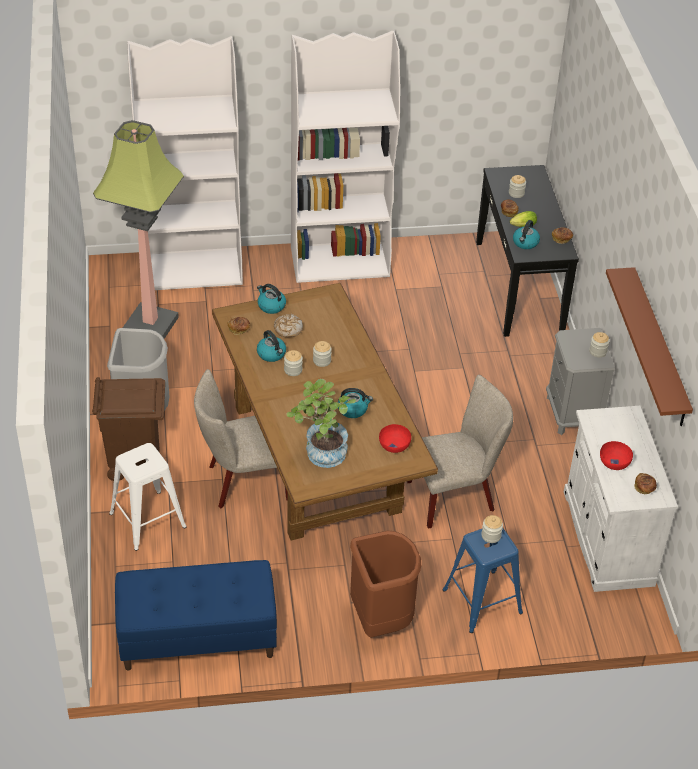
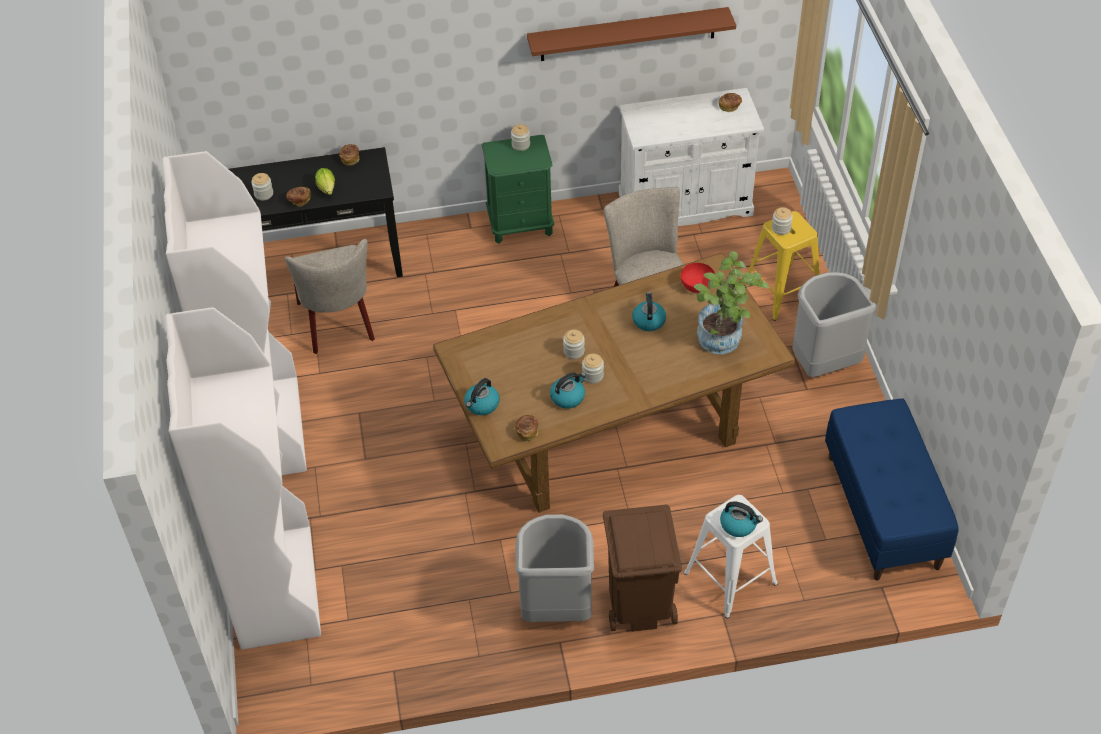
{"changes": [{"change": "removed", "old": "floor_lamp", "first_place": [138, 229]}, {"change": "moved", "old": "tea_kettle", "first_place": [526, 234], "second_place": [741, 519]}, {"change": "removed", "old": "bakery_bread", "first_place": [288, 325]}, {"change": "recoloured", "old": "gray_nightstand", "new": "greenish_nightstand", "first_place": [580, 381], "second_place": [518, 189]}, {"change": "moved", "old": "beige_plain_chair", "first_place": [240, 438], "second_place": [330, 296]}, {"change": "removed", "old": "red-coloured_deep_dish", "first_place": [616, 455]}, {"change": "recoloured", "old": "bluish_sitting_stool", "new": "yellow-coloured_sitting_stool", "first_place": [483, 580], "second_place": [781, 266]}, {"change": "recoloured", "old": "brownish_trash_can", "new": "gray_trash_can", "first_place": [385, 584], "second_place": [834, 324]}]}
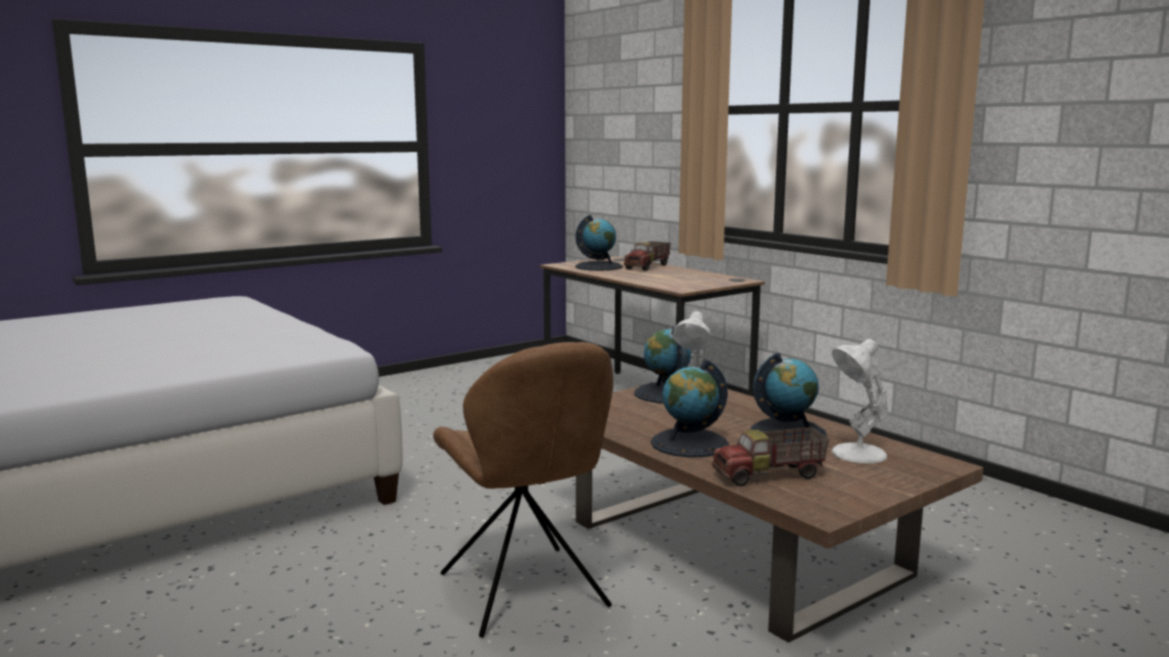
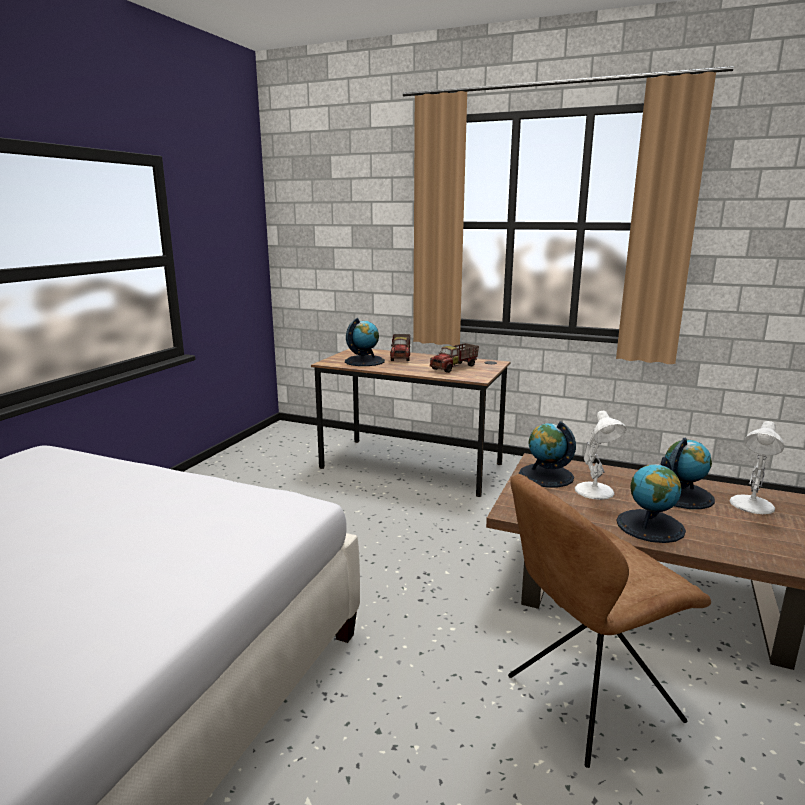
{"changes": [{"change": "turned", "old": "brownish_plain_chair", "first_place": [523, 490], "second_place": [609, 621], "degrees": 120}, {"change": "moved", "old": "toy_truck", "first_place": [771, 456], "second_place": [454, 358]}]}
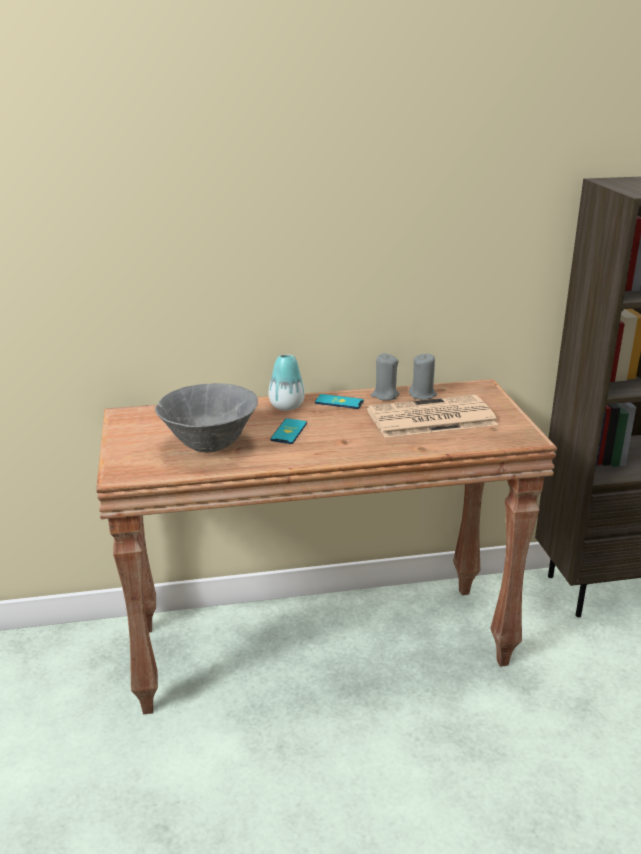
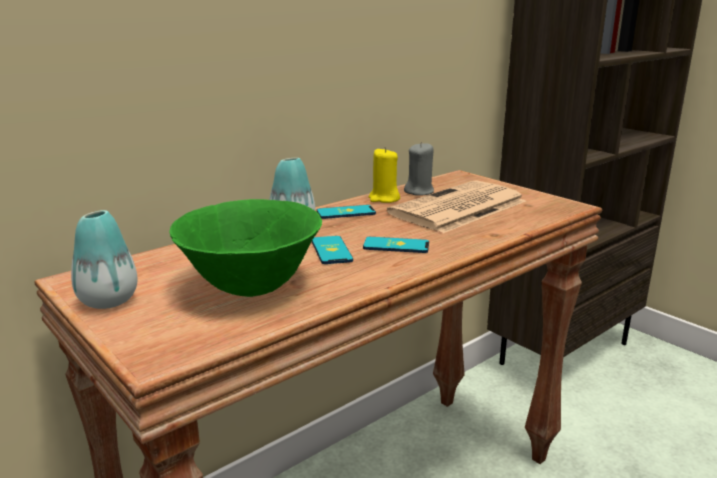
{"changes": [{"change": "recoloured", "old": "gray_candle", "new": "yellow-coloured_candle", "first_place": [385, 377], "second_place": [384, 175]}, {"change": "recoloured", "old": "gray_deep_dish", "new": "greenish_deep_dish", "first_place": [206, 417], "second_place": [245, 248]}, {"change": "added", "new": "decorative_vase", "second_place": [104, 259]}, {"change": "added", "new": "telephone", "second_place": [396, 245]}]}
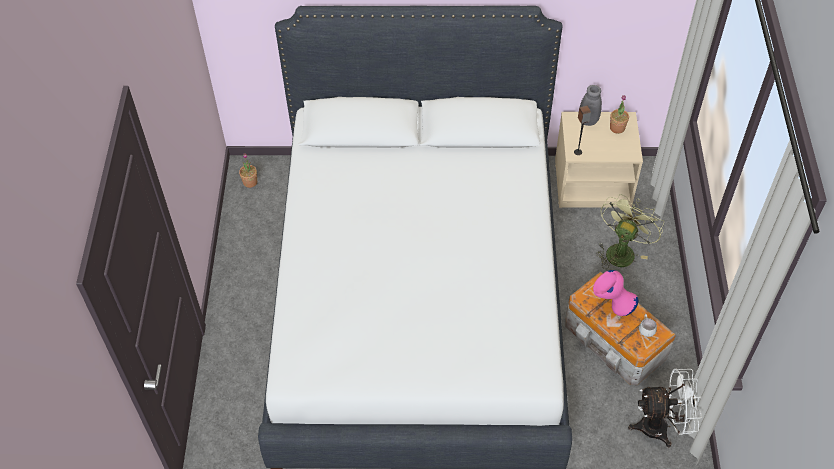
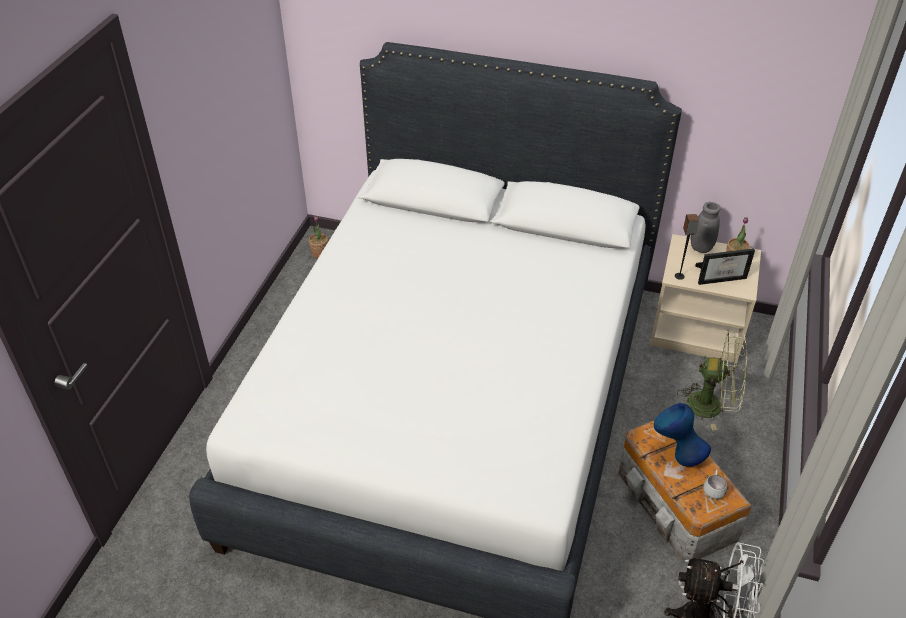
{"changes": [{"change": "turned", "old": "greenish_electric_fan", "first_place": [630, 231], "second_place": [712, 380], "degrees": 60}, {"change": "recoloured", "old": "pink-coloured_decorative_vase", "new": "bluish_decorative_vase", "first_place": [615, 293], "second_place": [682, 435]}, {"change": "added", "new": "standing_frame", "second_place": [725, 266]}]}
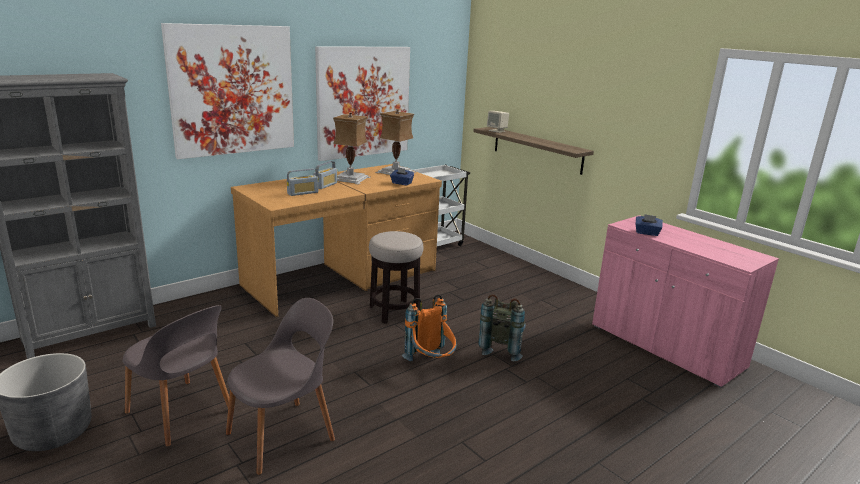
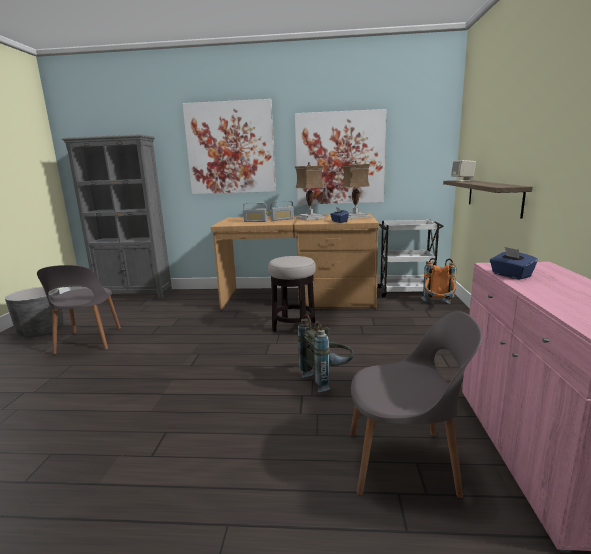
{"changes": [{"change": "moved", "old": "orange-coloured_rucksack", "first_place": [429, 327], "second_place": [438, 281]}, {"change": "moved", "old": "gray_plain_chair", "first_place": [280, 386], "second_place": [416, 404]}]}
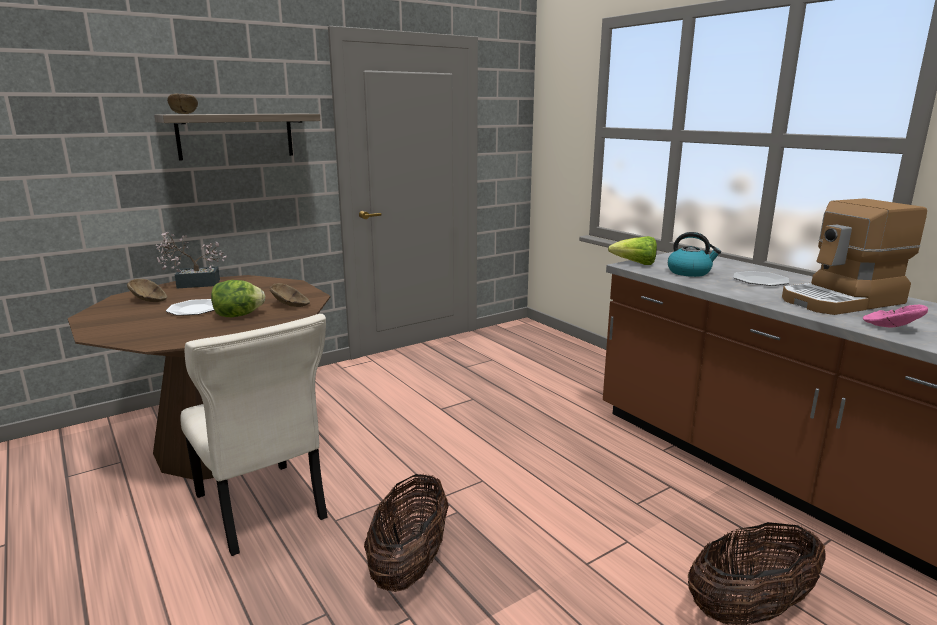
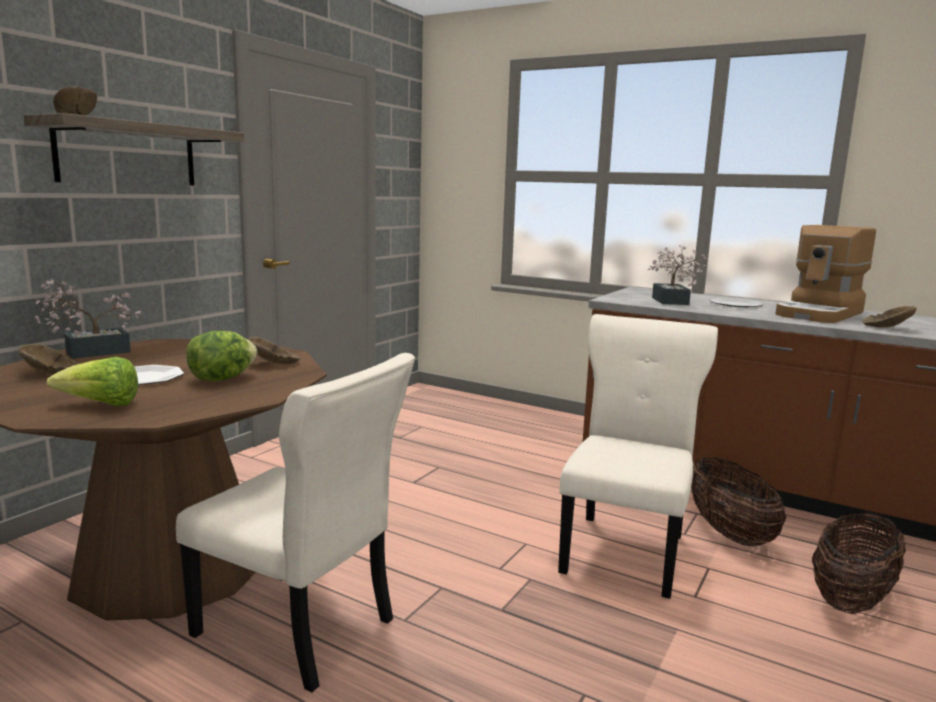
{"changes": [{"change": "replaced", "old": "tea_kettle", "new": "potted_plant", "first_place": [694, 254], "second_place": [677, 275]}, {"change": "moved", "old": "head_of_lettuce", "first_place": [632, 250], "second_place": [92, 381]}, {"change": "recoloured", "old": "pink-coloured_deep_dish", "new": "brownish_deep_dish", "first_place": [895, 316], "second_place": [889, 317]}, {"change": "moved", "old": "storage_basket", "first_place": [406, 532], "second_place": [738, 502]}, {"change": "added", "new": "beige_plain_chair", "second_place": [638, 456]}]}
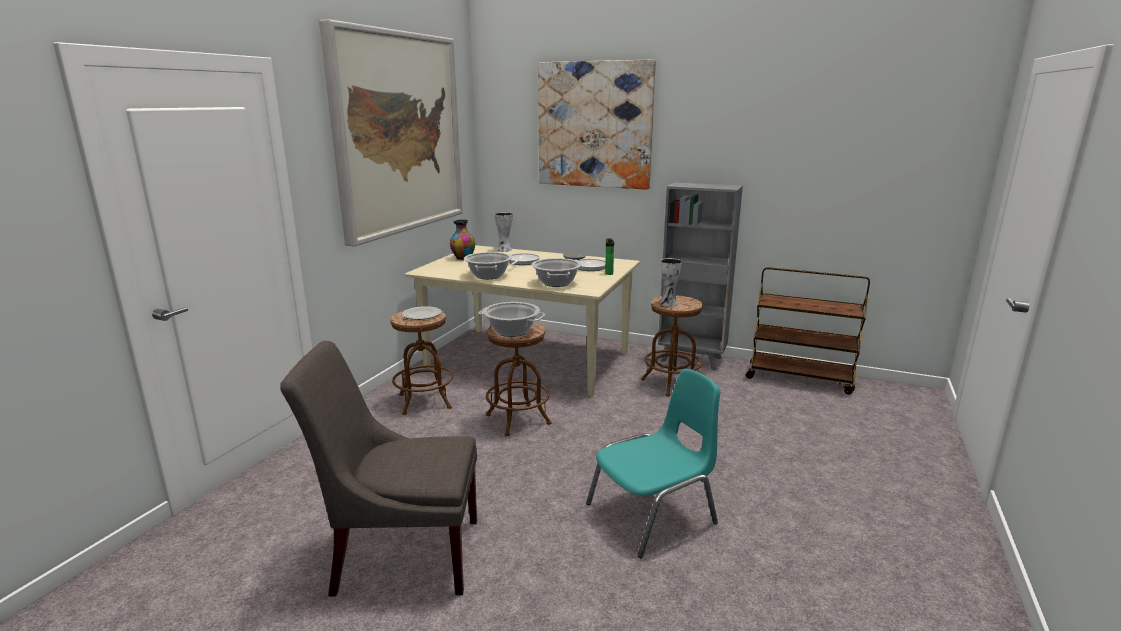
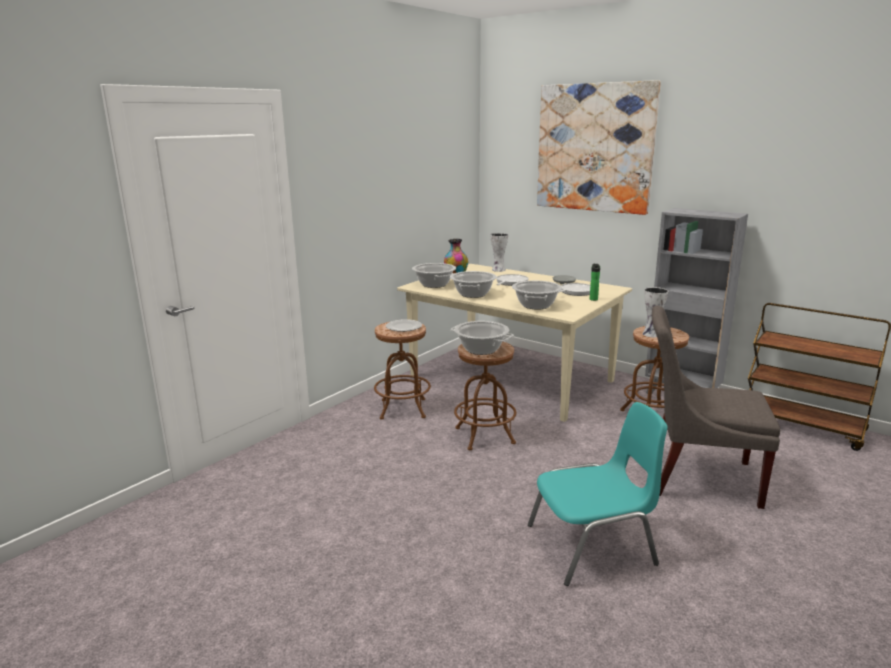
{"changes": [{"change": "removed", "old": "wall_picture", "first_place": [391, 133]}, {"change": "moved", "old": "gray_plain_chair", "first_place": [378, 468], "second_place": [716, 407]}, {"change": "added", "new": "stockpot", "second_place": [434, 275]}]}
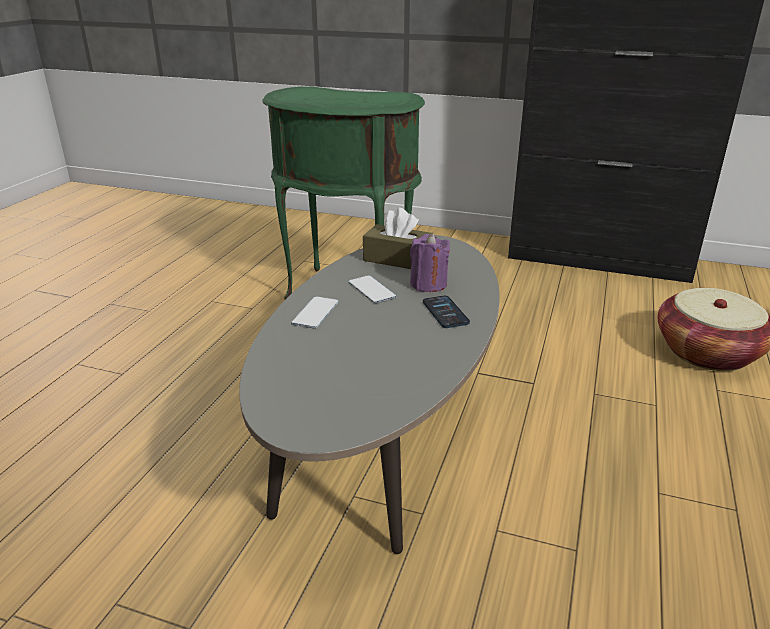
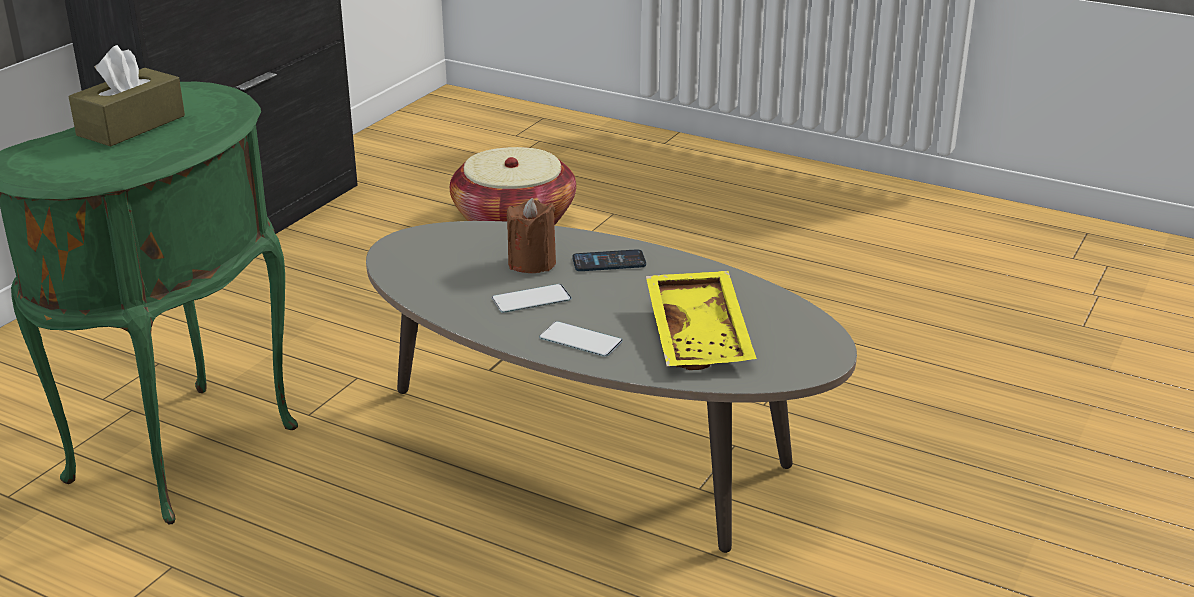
{"changes": [{"change": "moved", "old": "brownish_box_of_tissues", "first_place": [398, 238], "second_place": [127, 95]}, {"change": "recoloured", "old": "purple-coloured_candle", "new": "brownish_candle", "first_place": [430, 262], "second_place": [531, 235]}, {"change": "added", "new": "yellow-coloured_serving_tray", "second_place": [701, 320]}]}
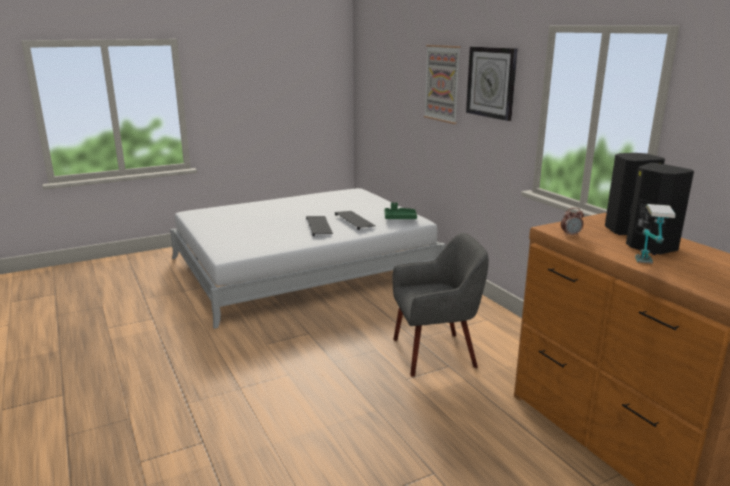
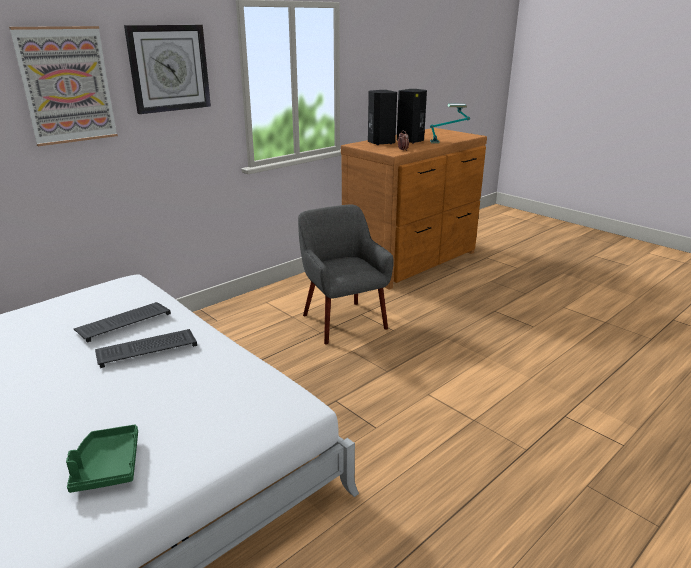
{"changes": [{"change": "moved", "old": "greenish_serving_tray", "first_place": [400, 210], "second_place": [102, 458]}]}
